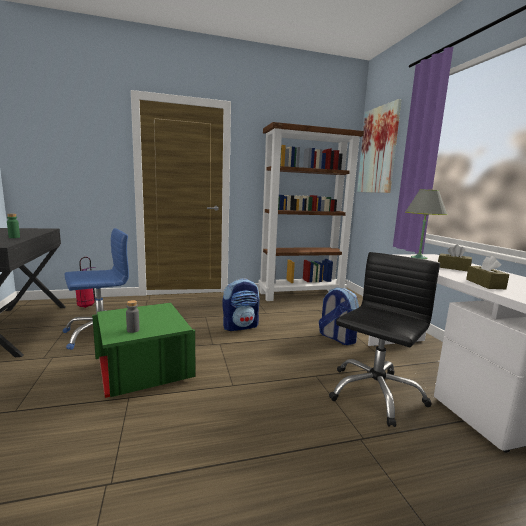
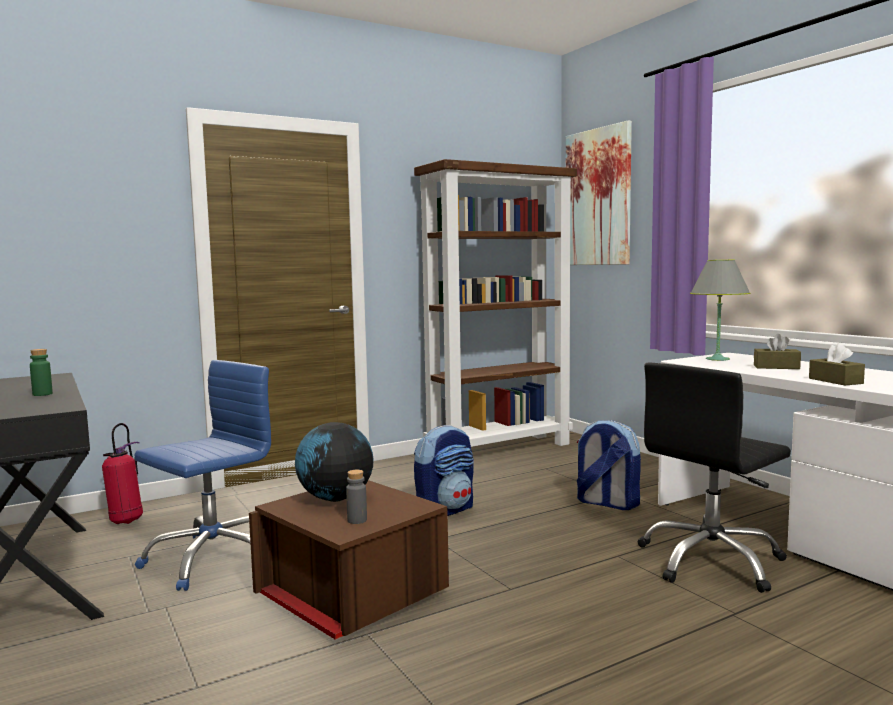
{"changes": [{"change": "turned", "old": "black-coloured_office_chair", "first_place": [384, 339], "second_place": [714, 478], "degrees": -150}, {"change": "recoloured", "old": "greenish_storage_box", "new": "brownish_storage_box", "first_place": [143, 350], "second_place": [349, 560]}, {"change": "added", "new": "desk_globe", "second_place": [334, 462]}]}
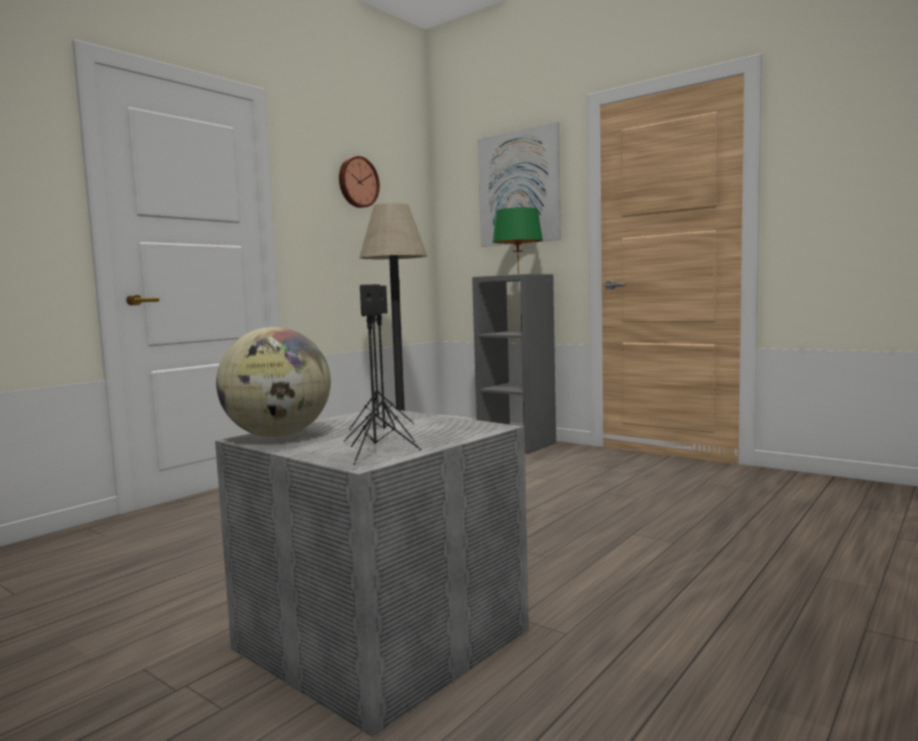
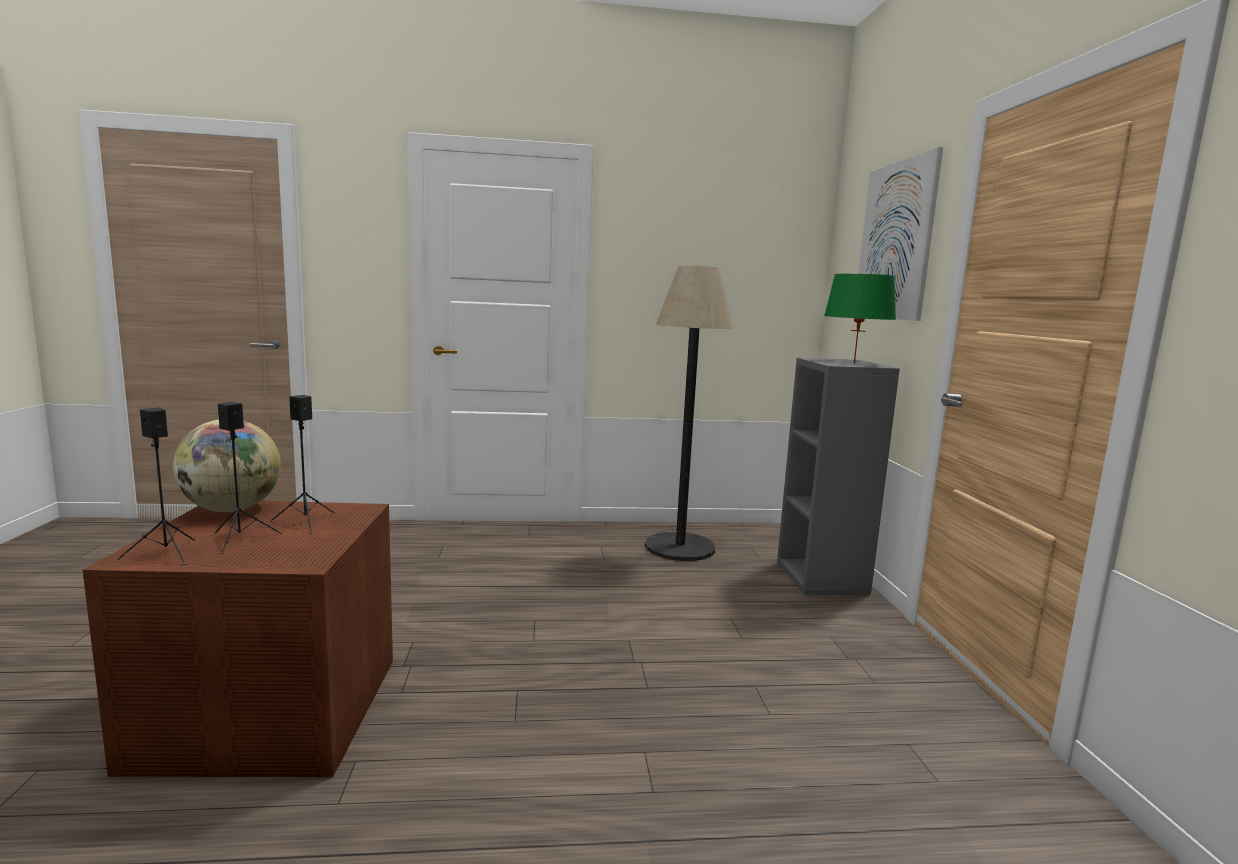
{"changes": [{"change": "removed", "old": "hanging_clock", "first_place": [359, 182]}, {"change": "recoloured", "old": "gray_storage_box", "new": "brownish_storage_box", "first_place": [372, 572], "second_place": [238, 639]}]}
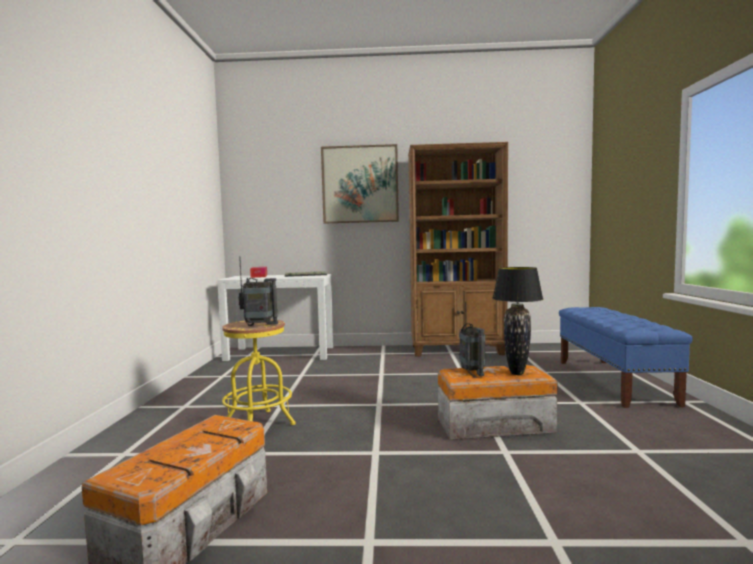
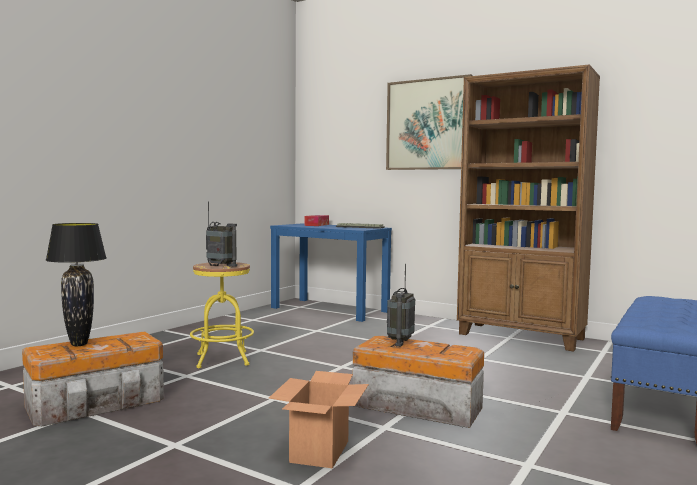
{"changes": [{"change": "moved", "old": "black-coloured_lamp_for_a_table", "first_place": [518, 321], "second_place": [76, 284]}, {"change": "recoloured", "old": "white-coloured_narrow_table", "new": "bluish_narrow_table", "first_place": [275, 317], "second_place": [331, 272]}, {"change": "added", "new": "cardboard_box", "second_place": [319, 420]}]}
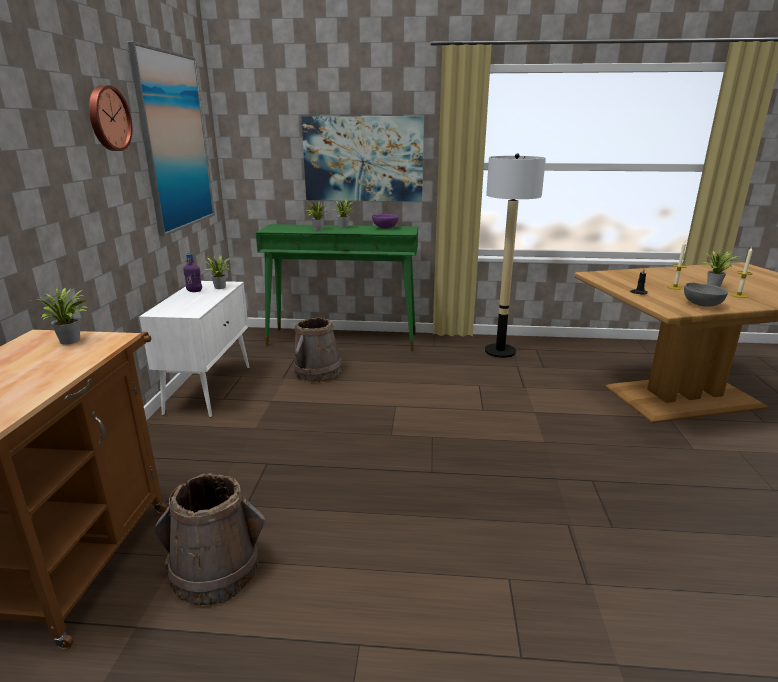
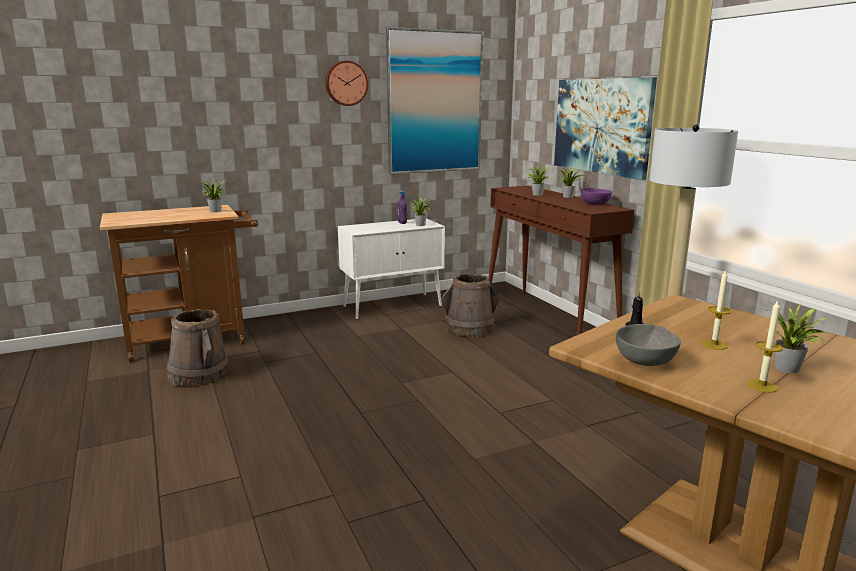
{"changes": [{"change": "recoloured", "old": "greenish_narrow_table", "new": "brownish_narrow_table", "first_place": [337, 288], "second_place": [561, 260]}]}
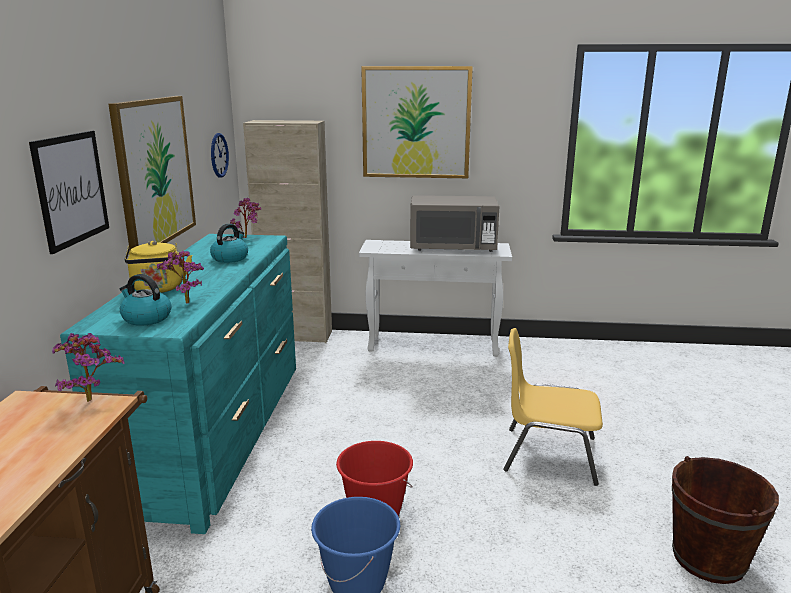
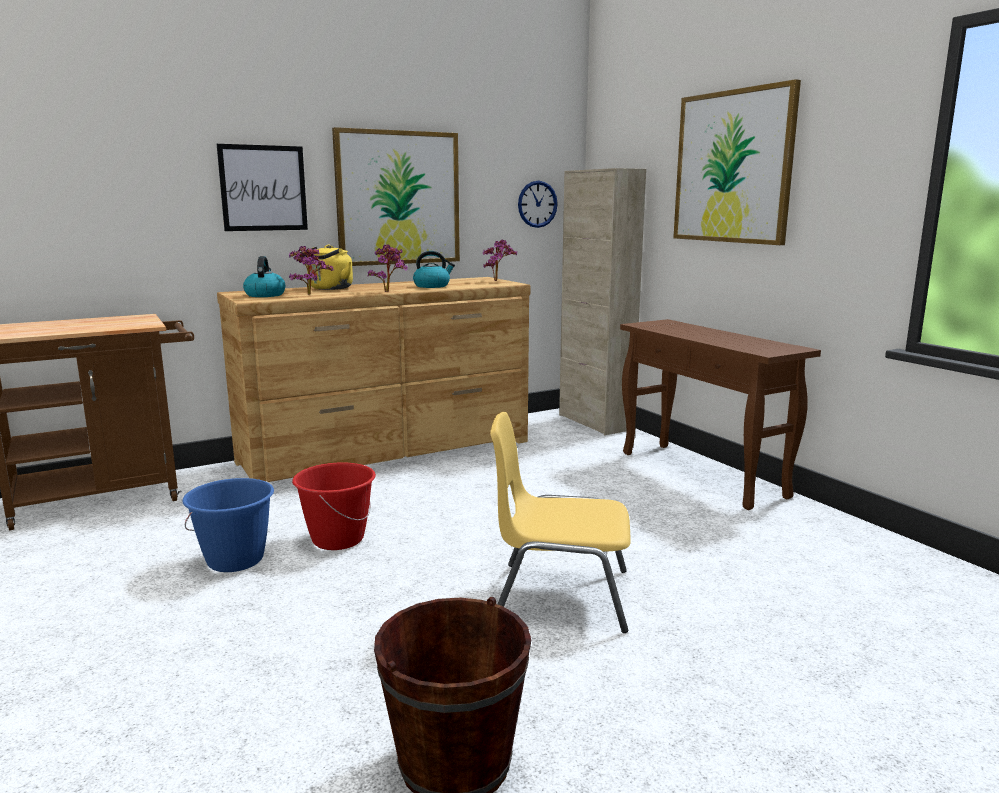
{"changes": [{"change": "removed", "old": "gray_microwave", "first_place": [454, 223]}, {"change": "recoloured", "old": "blue-green_drawer_chest", "new": "brownish_drawer_chest", "first_place": [178, 384], "second_place": [373, 379]}, {"change": "recoloured", "old": "white-coloured_narrow_table", "new": "brownish_narrow_table", "first_place": [435, 298], "second_place": [720, 414]}, {"change": "turned", "old": "yellow-coloured_plain_chair", "first_place": [553, 407], "second_place": [560, 522], "degrees": -60}, {"change": "moved", "old": "potted_plant", "first_place": [88, 367], "second_place": [388, 268]}]}
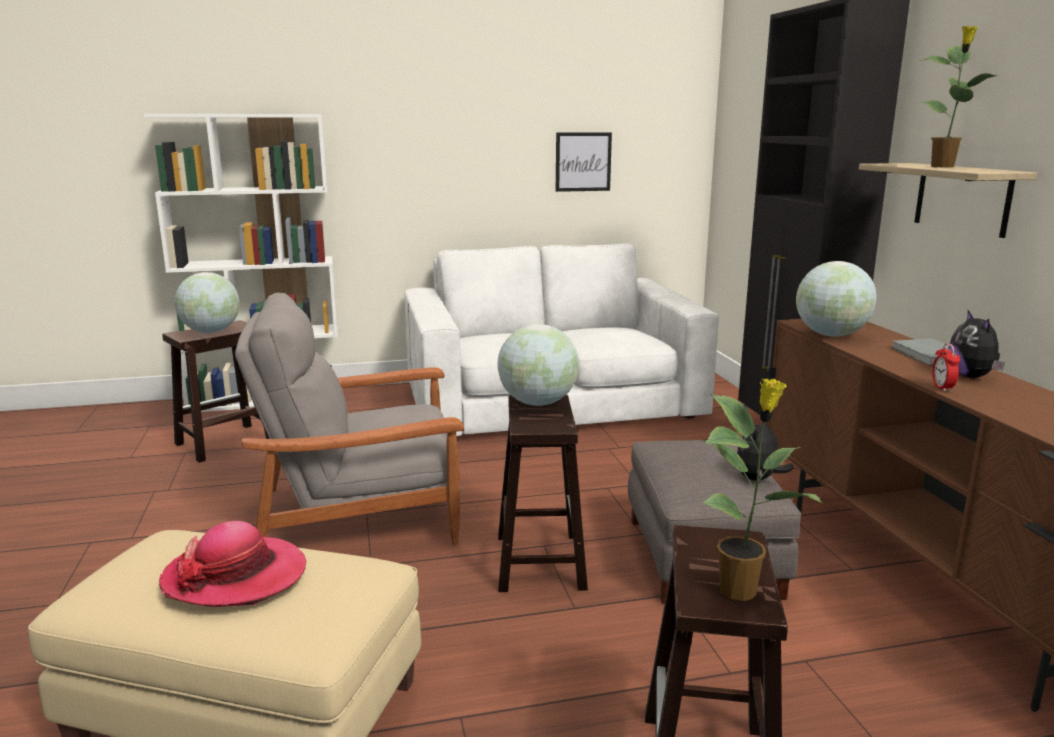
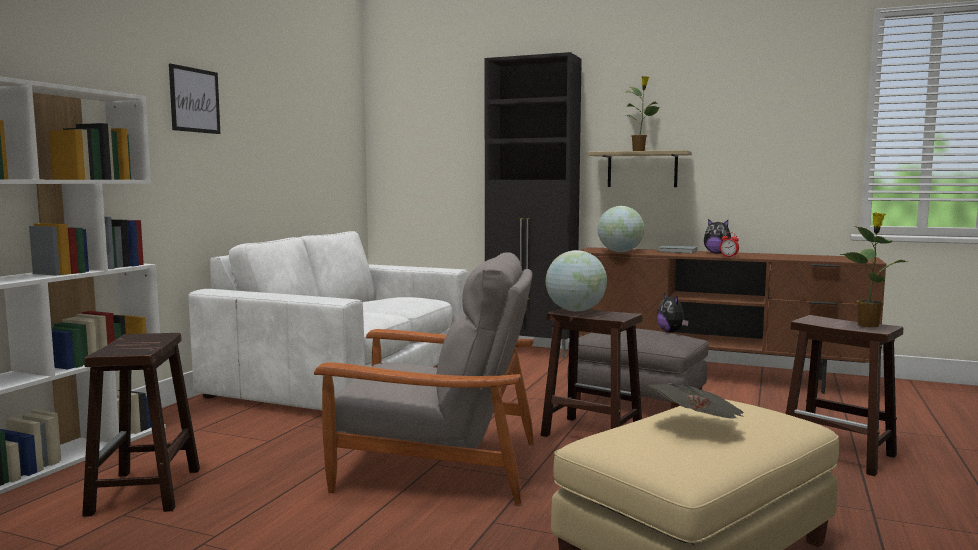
{"changes": [{"change": "moved", "old": "wall_picture", "first_place": [584, 162], "second_place": [194, 99]}, {"change": "removed", "old": "desk_globe", "first_place": [207, 302]}, {"change": "turned", "old": "gray_armchair", "first_place": [349, 419], "second_place": [424, 378], "degrees": -105}, {"change": "replaced", "old": "wearable_hat", "new": "daily_paper", "first_place": [232, 564], "second_place": [696, 401]}]}
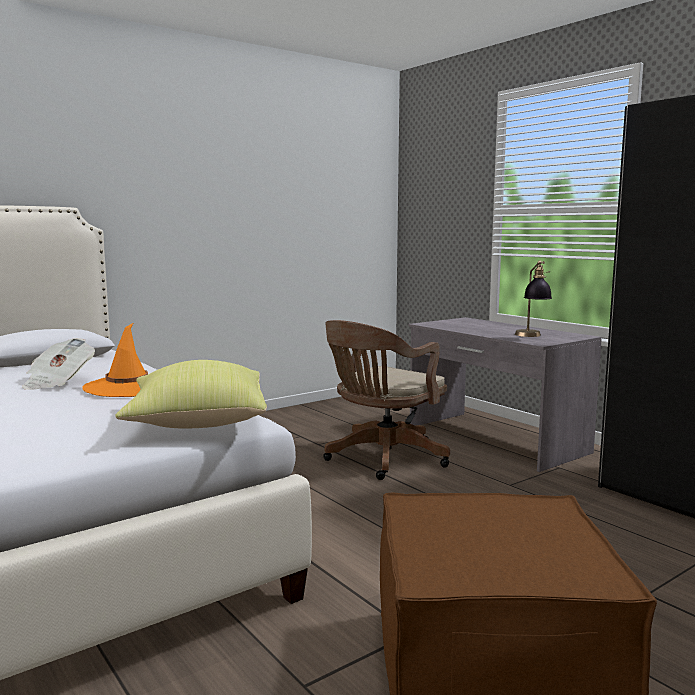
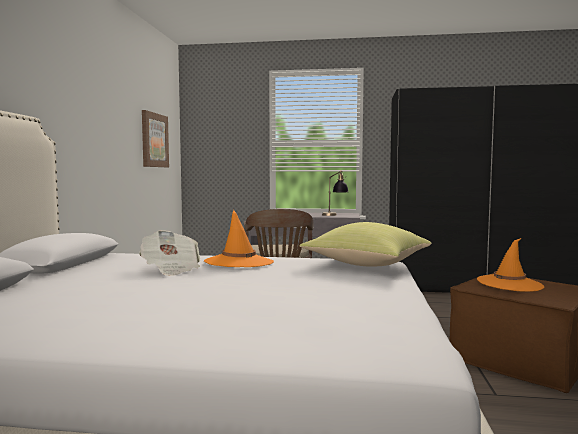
{"changes": [{"change": "added", "new": "wall_picture", "second_place": [155, 138]}, {"change": "added", "new": "orange-coloured_wearable_hat", "second_place": [510, 265]}]}
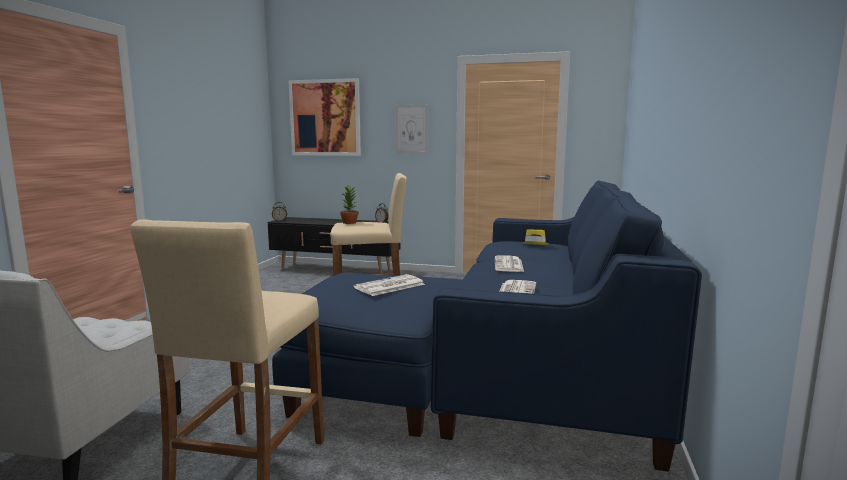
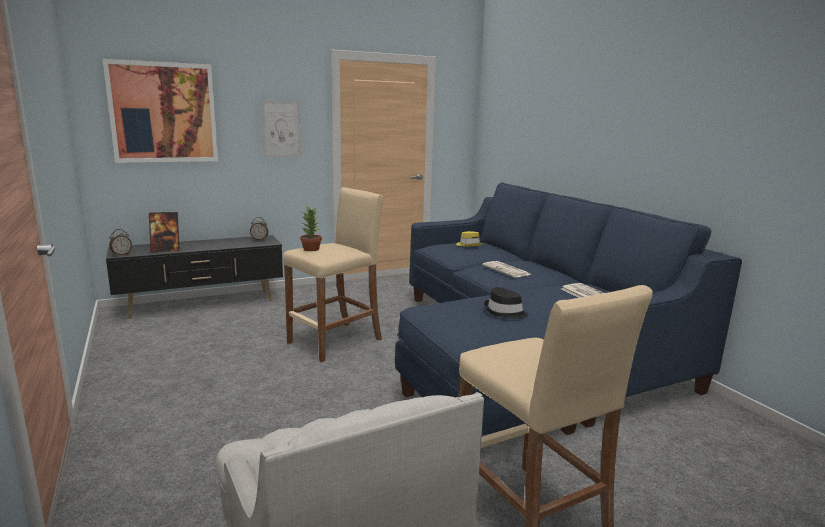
{"changes": [{"change": "replaced", "old": "daily_paper", "new": "black-coloured_wearable_hat", "first_place": [389, 285], "second_place": [506, 303]}, {"change": "added", "new": "standing_frame", "second_place": [164, 232]}]}
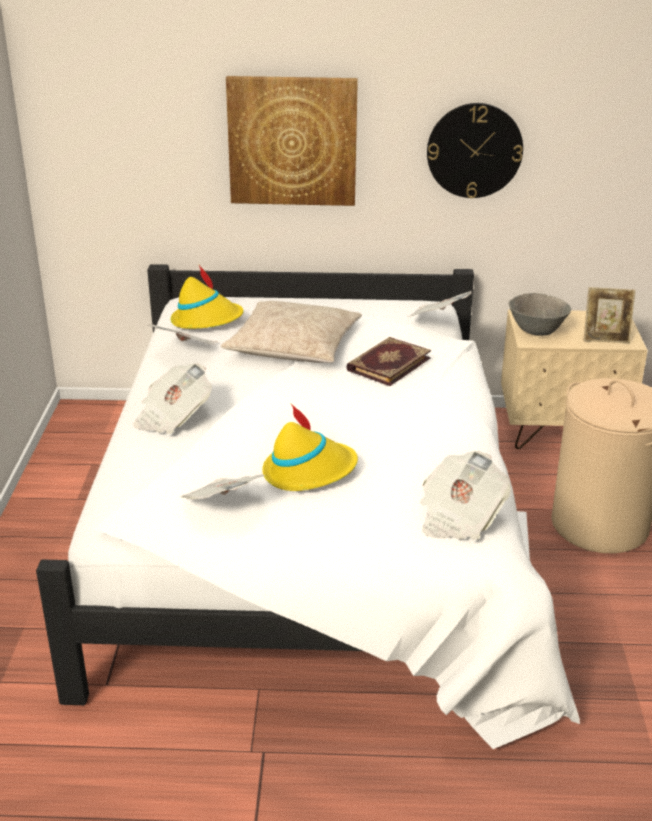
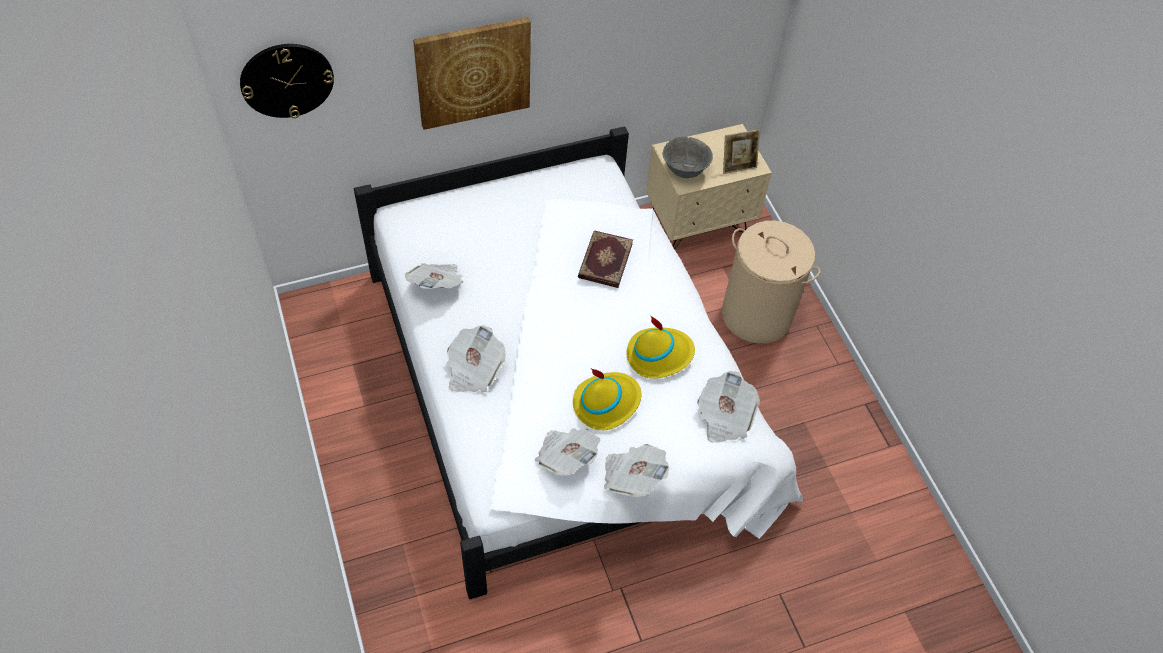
{"changes": [{"change": "moved", "old": "hanging_clock", "first_place": [475, 150], "second_place": [287, 81]}, {"change": "moved", "old": "yellow-coloured_wearable_hat", "first_place": [207, 297], "second_place": [660, 347]}, {"change": "moved", "old": "daily_paper", "first_place": [440, 304], "second_place": [636, 470]}, {"change": "removed", "old": "beige_cushion", "first_place": [291, 332]}]}
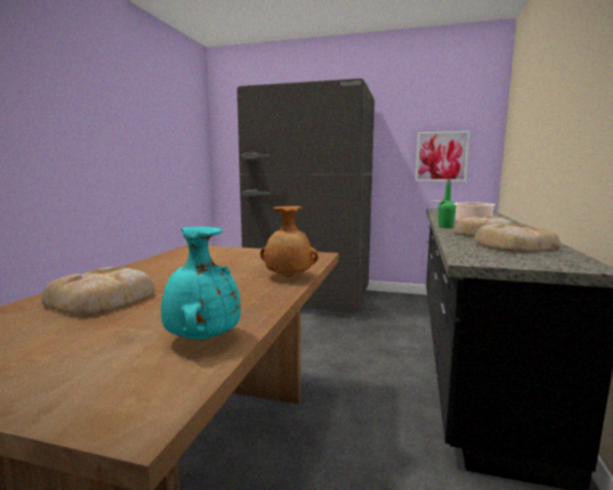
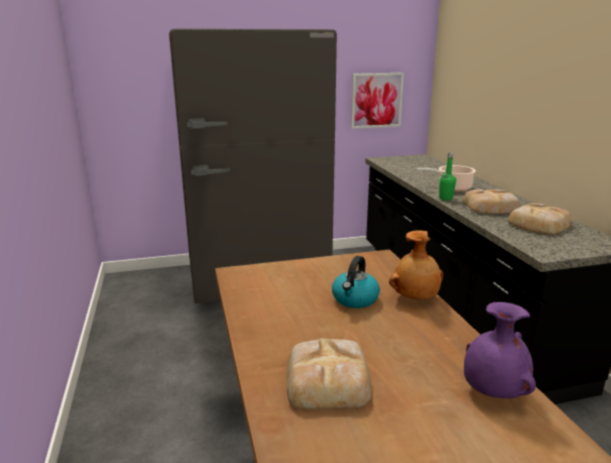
{"changes": [{"change": "recoloured", "old": "blue-green_decorative_vase", "new": "purple-coloured_decorative_vase", "first_place": [201, 283], "second_place": [500, 350]}, {"change": "added", "new": "tea_kettle", "second_place": [356, 282]}]}
